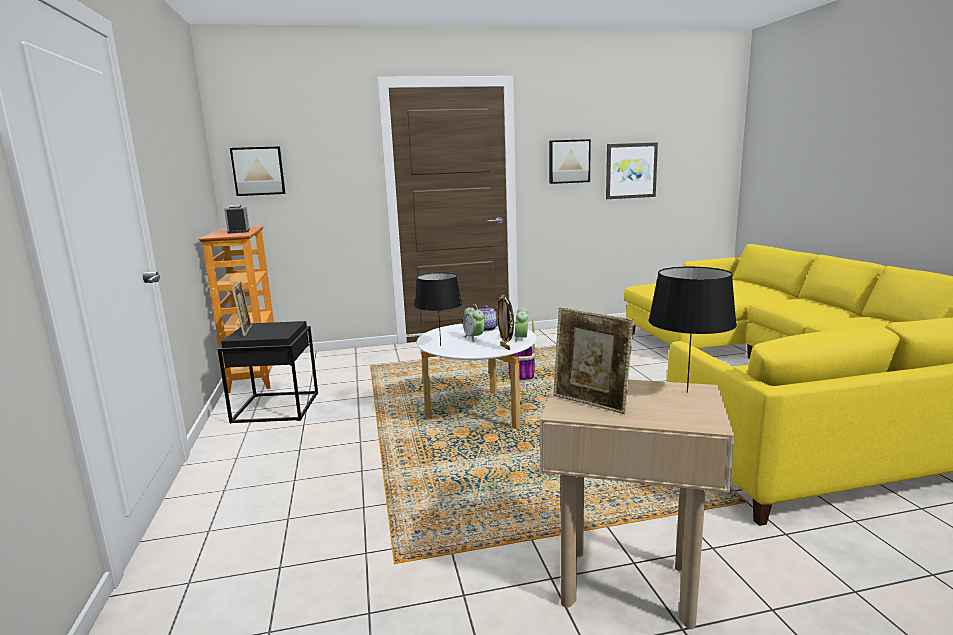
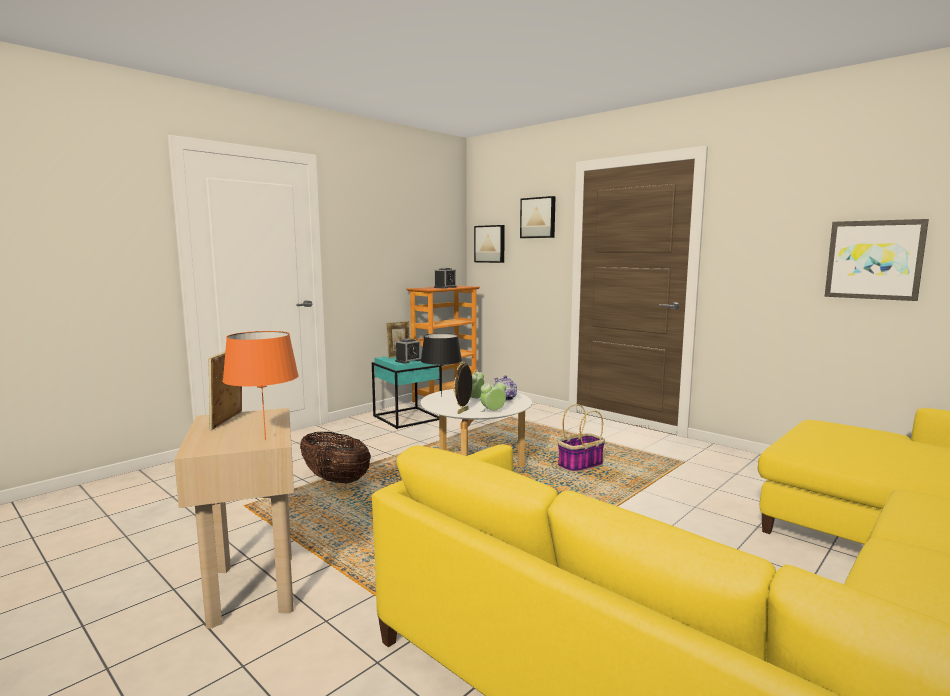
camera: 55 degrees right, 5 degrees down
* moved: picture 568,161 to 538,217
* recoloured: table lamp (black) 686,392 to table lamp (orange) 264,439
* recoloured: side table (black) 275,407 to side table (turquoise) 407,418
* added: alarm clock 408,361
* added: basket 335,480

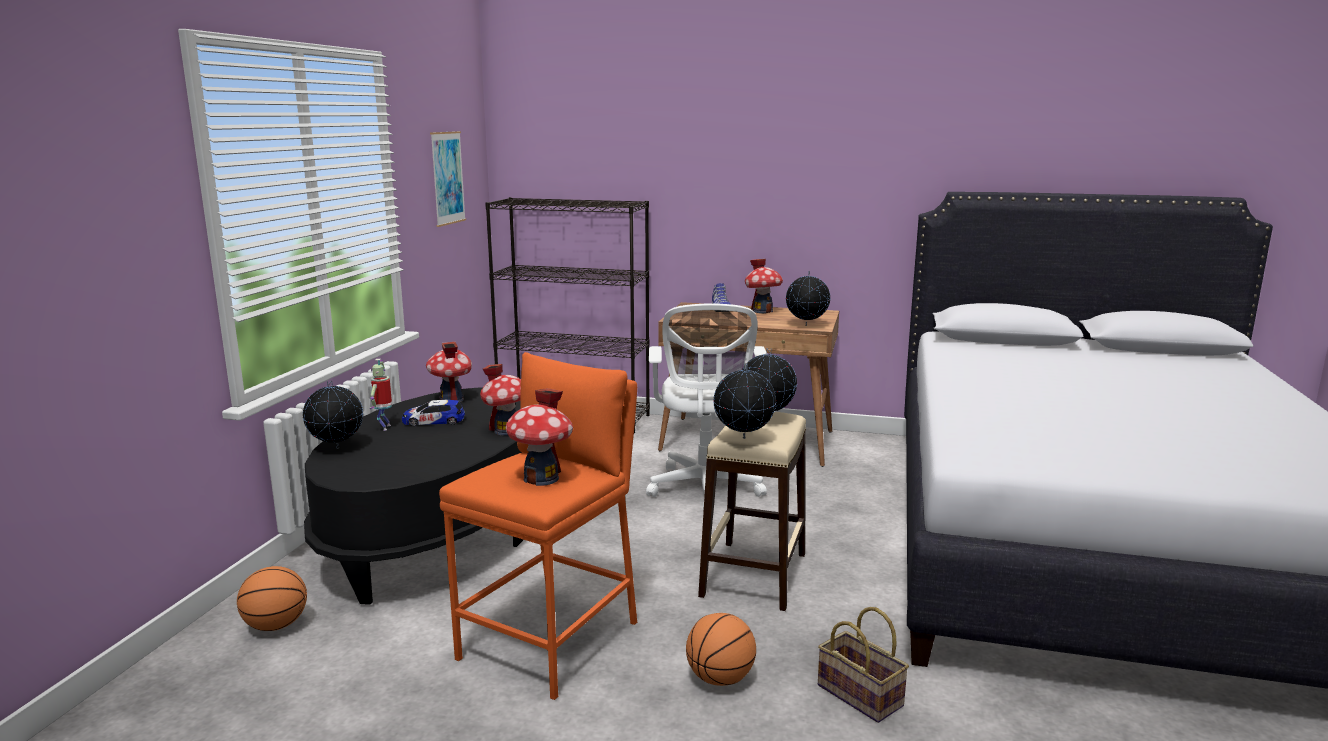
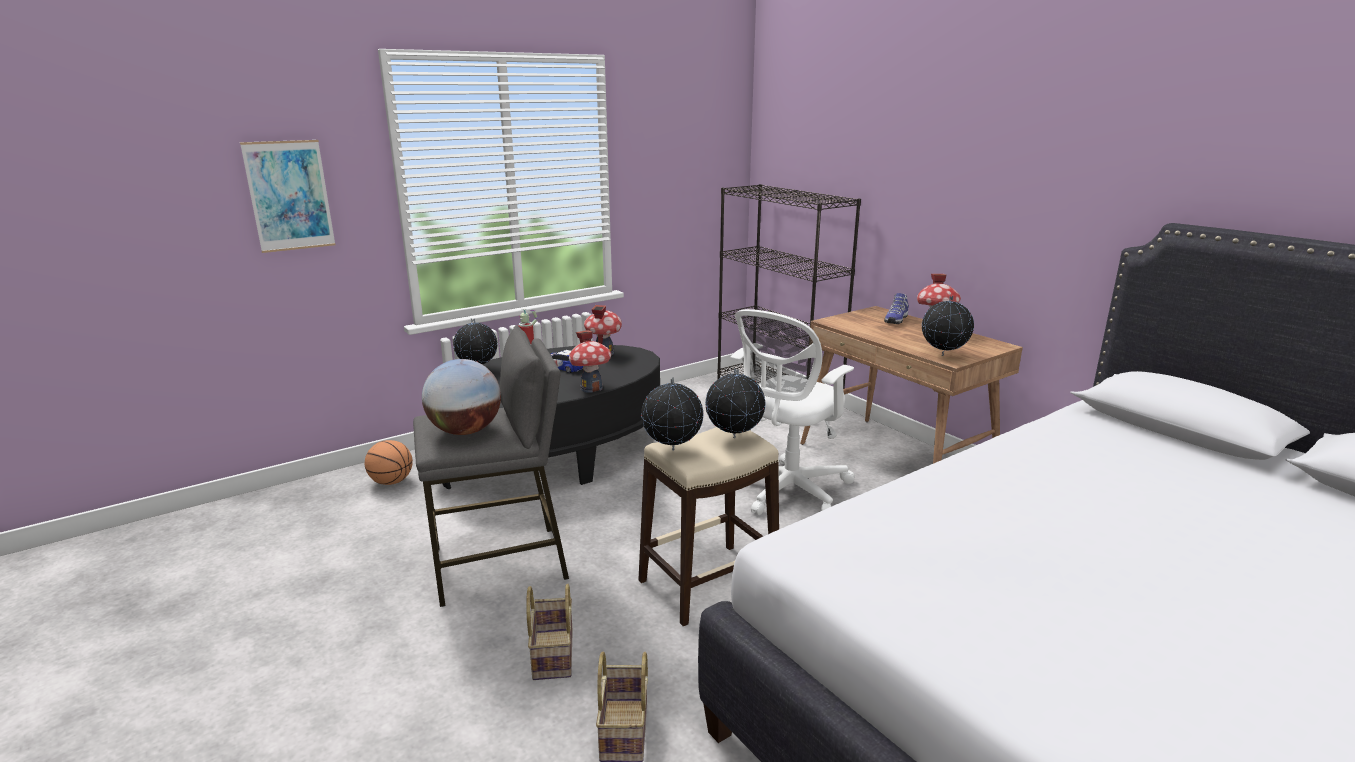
camera: 40 degrees right, 5 degrees up
* moved: picture 447,178 to 289,196
* recoloured: stool (orange) 552,640 to stool (grey) 500,564
* replaced: toy house 541,478 to globe 465,431
* replaced: basketball 720,679 to basket 551,653

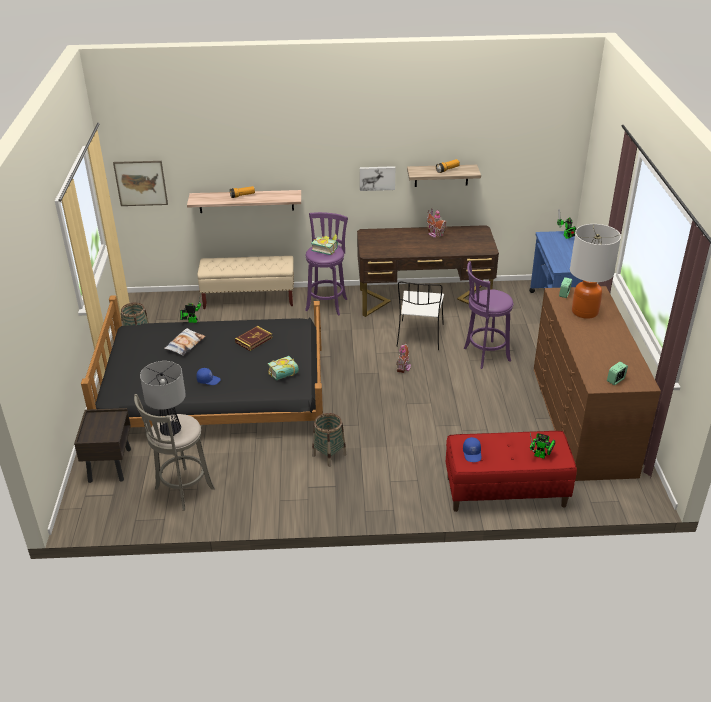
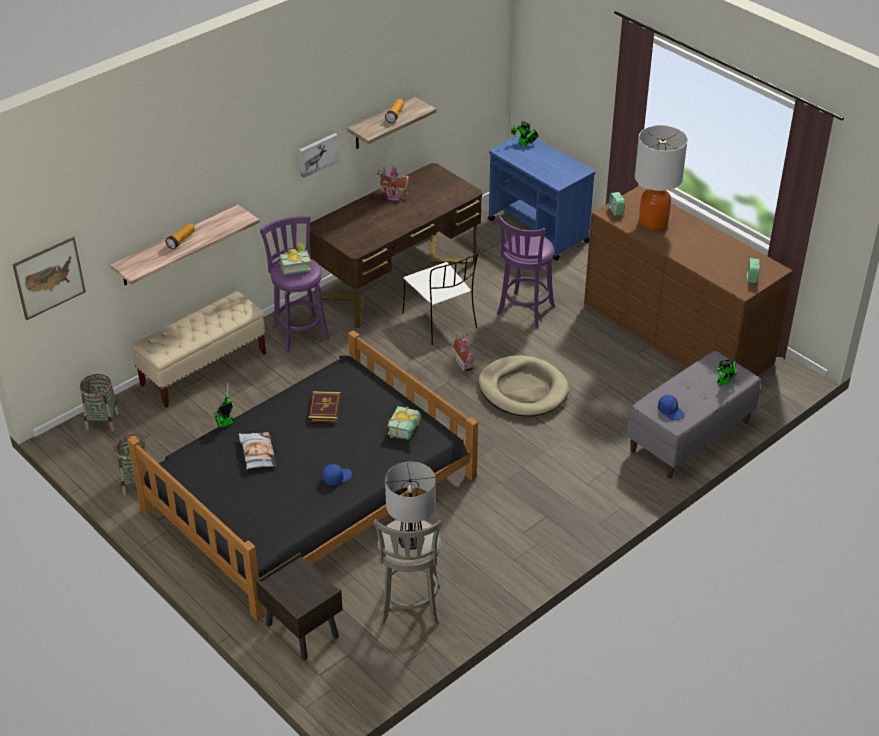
camera: 40 degrees left, 5 degrees up
* moved: basket 329,455 to 102,421
* recoloured: bench (red) 505,492 to bench (grey) 690,436
* added: dog bed (beige) 523,390

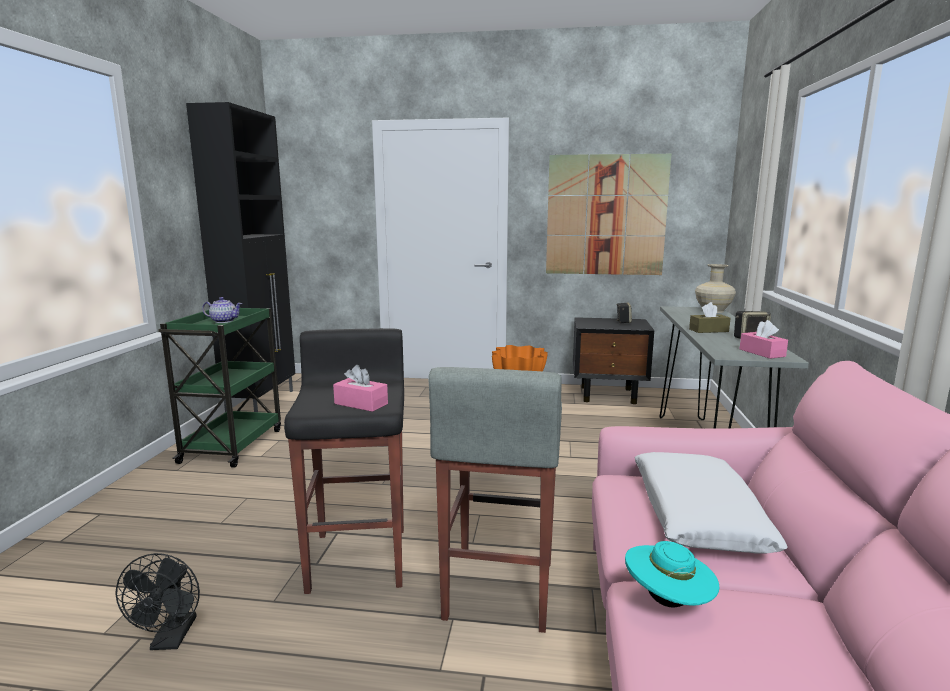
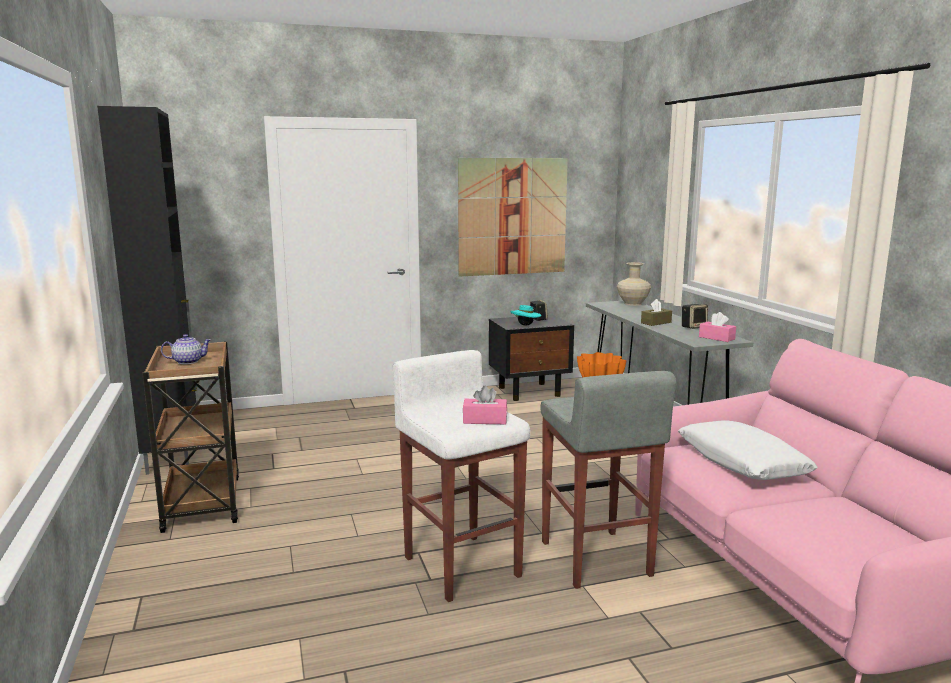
camera: 25 degrees left, 0 degrees up
* recoloured: cart (green) 233,445 to cart (brown) 202,502
* recoloured: stool (black) 360,557 to stool (white) 462,565
* moved: hat (turquoise) 668,602 to 525,325
* removed: fan (black) 171,639

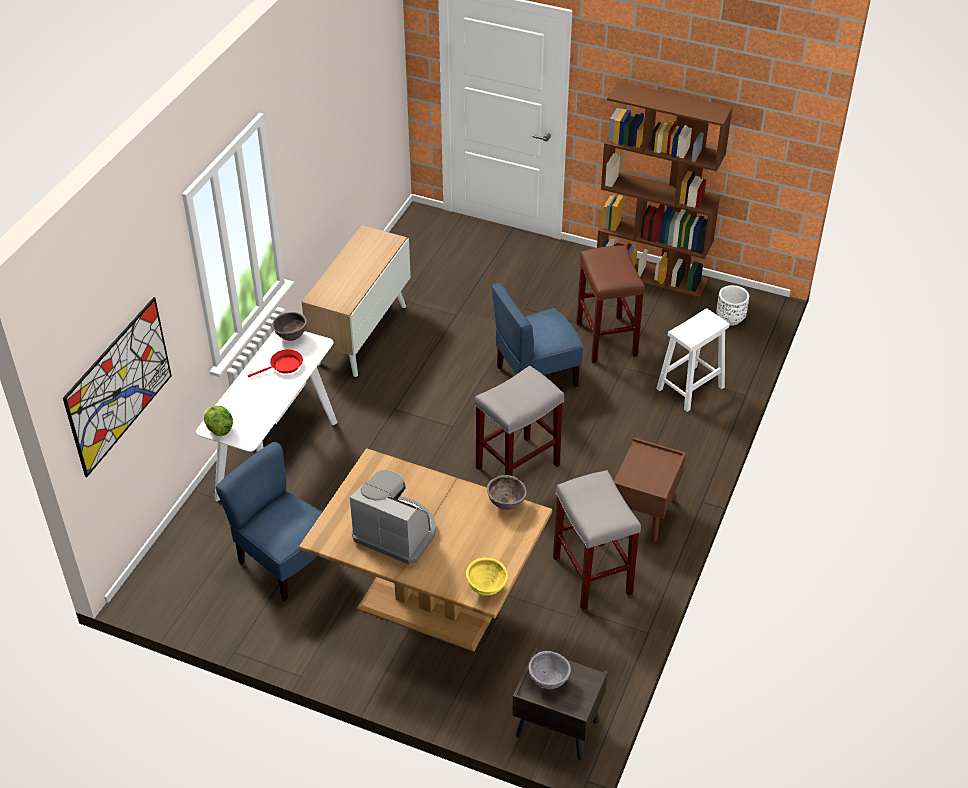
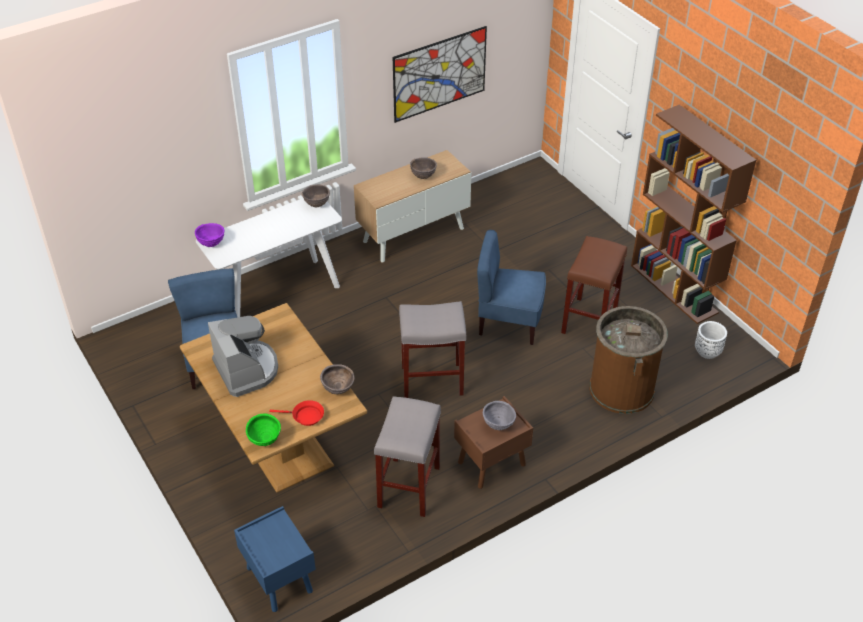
camera: 35 degrees right, 0 degrees up
* moved: picture 119,386 to 439,74
* replaced: stool (white) 691,387 to trash can (brown) 621,389
* moved: frying pan (red) 284,366 to 305,416
* replaced: lettuce 219,429 to bowl (purple) 211,244
* recoloured: bowl (yellow) 486,589 to bowl (green) 264,440
* recoloured: nightstand (brown) 556,728 to nightstand (blue) 279,579
* moved: bowl (grey) 548,681 to 498,425
* added: bowl (brown) 423,176

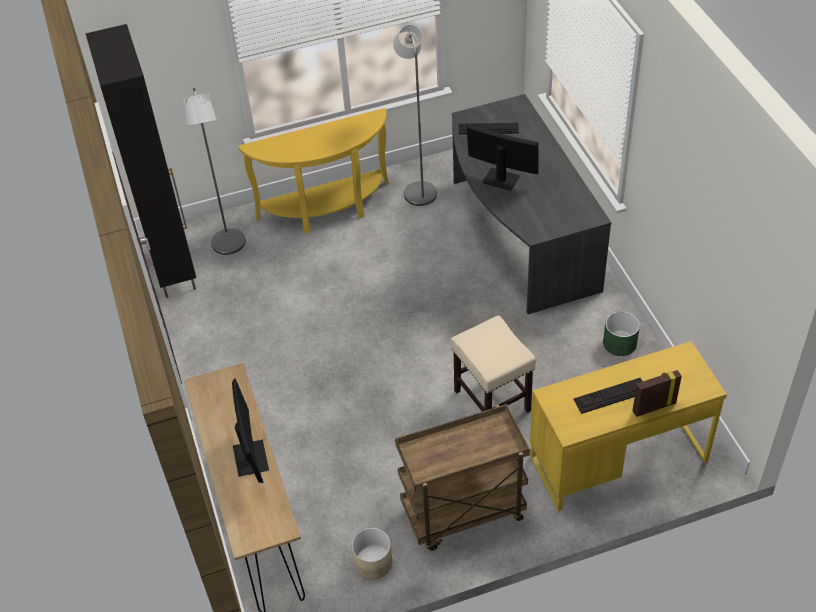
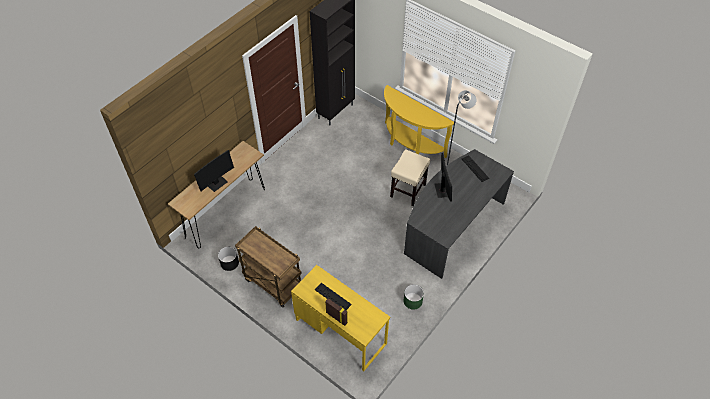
camera: 55 degrees right, 5 degrees up
* removed: floor lamp (grey) 229,247
* moved: stool (beige) 491,400 to 408,190
* recoloured: planter (beige) 373,562 to planter (black) 229,263

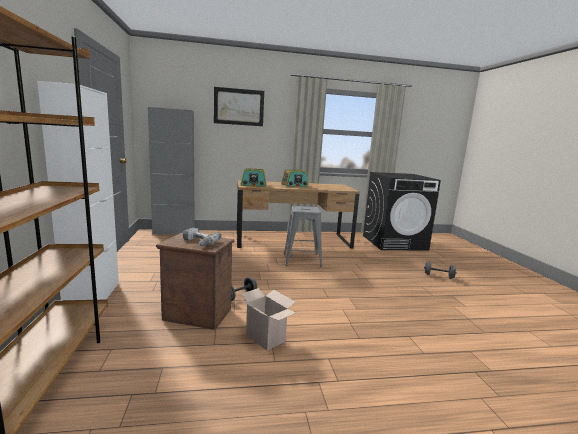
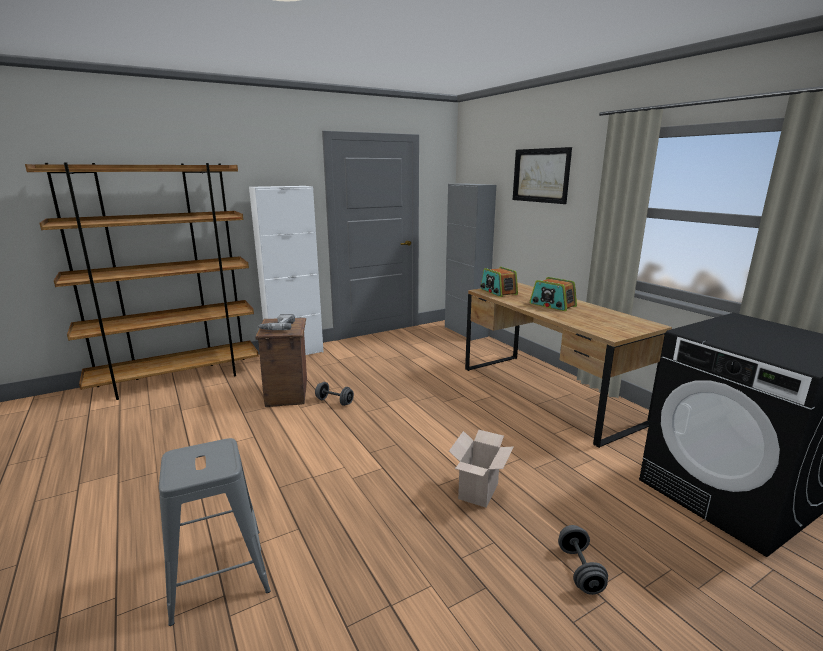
camera: 70 degrees right, 5 degrees up
* moved: stool (grey) 302,260 to 219,573
* moved: cardboard box 267,338 to 479,492

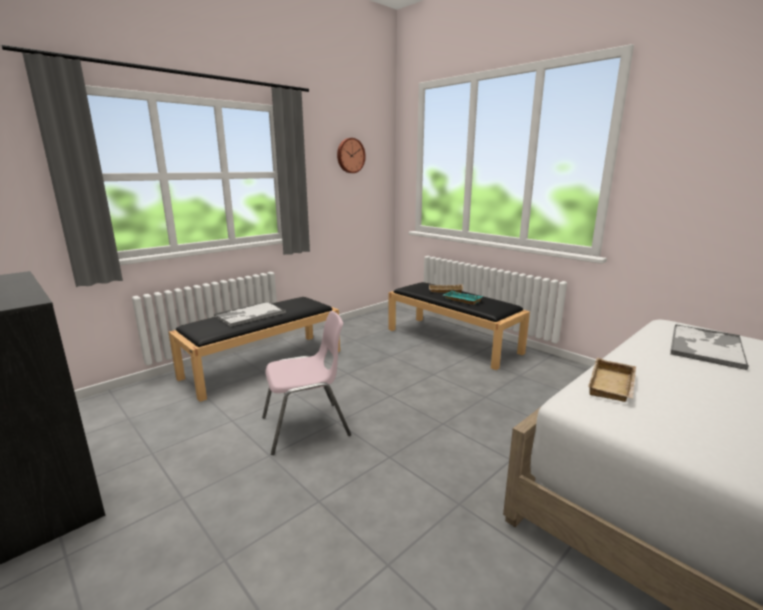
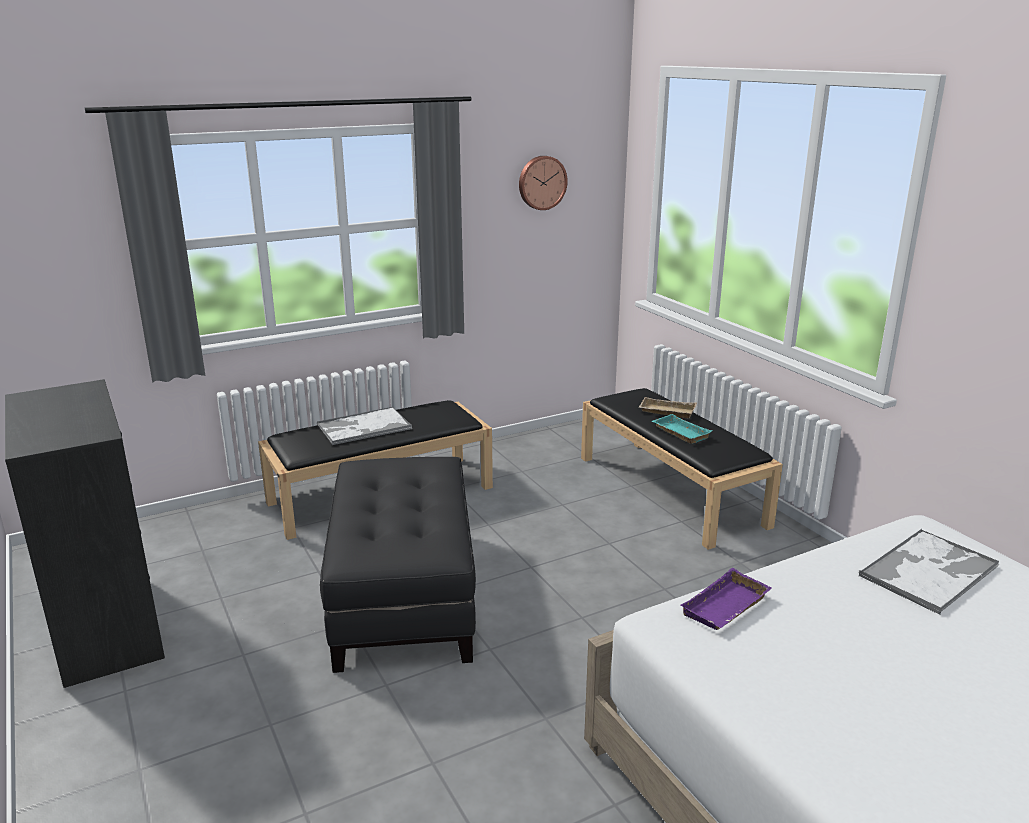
camera: 15 degrees right, 5 degrees up
* replaced: chair (pink) 307,427 to ottoman (black) 405,594
* recoloured: tray (beige) 613,386 to tray (purple) 726,608

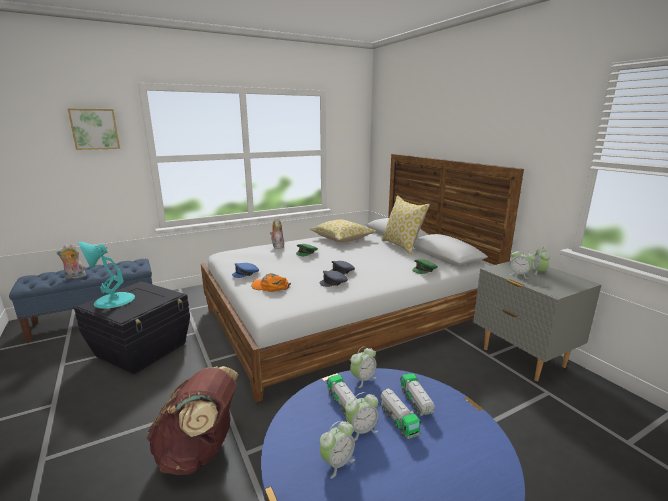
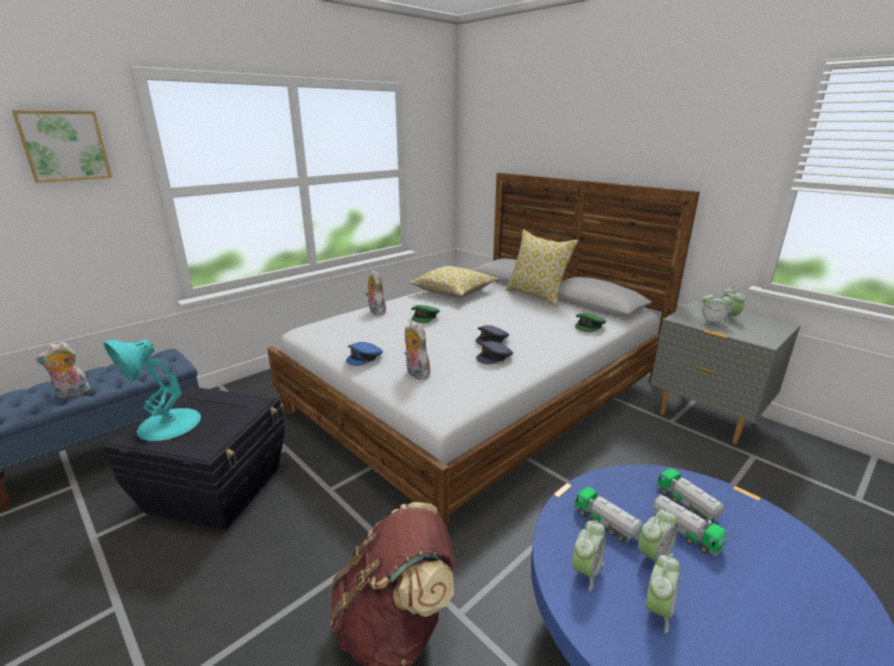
camera: 15 degrees left, 5 degrees up
* replaced: cap (orange) 271,286 to plush toy 415,373
* moved: alarm clock 363,379 to 586,571

